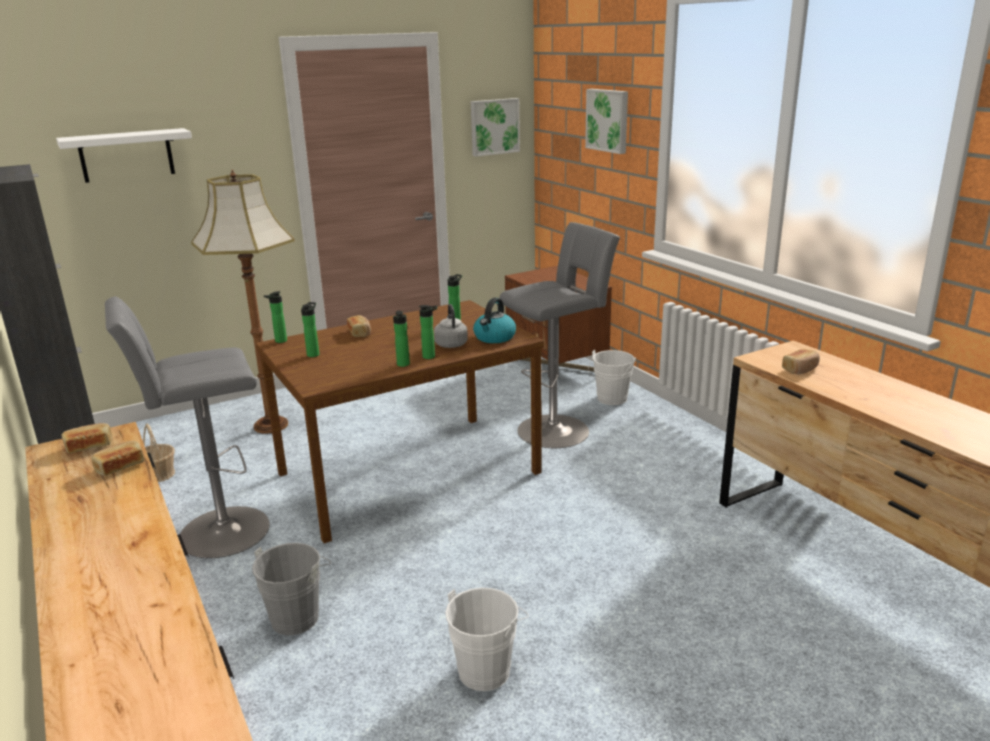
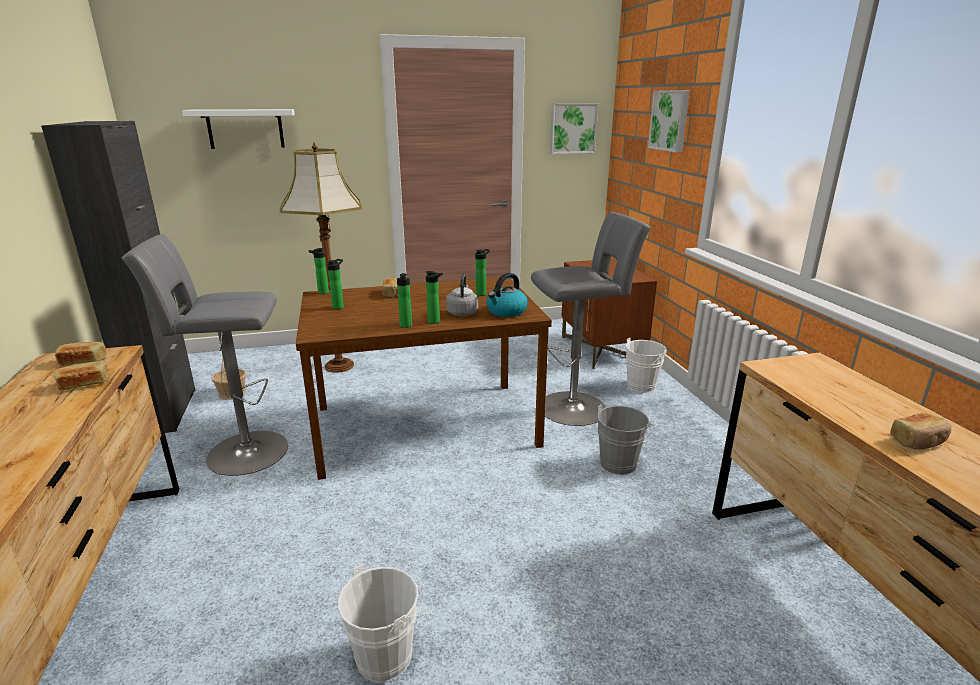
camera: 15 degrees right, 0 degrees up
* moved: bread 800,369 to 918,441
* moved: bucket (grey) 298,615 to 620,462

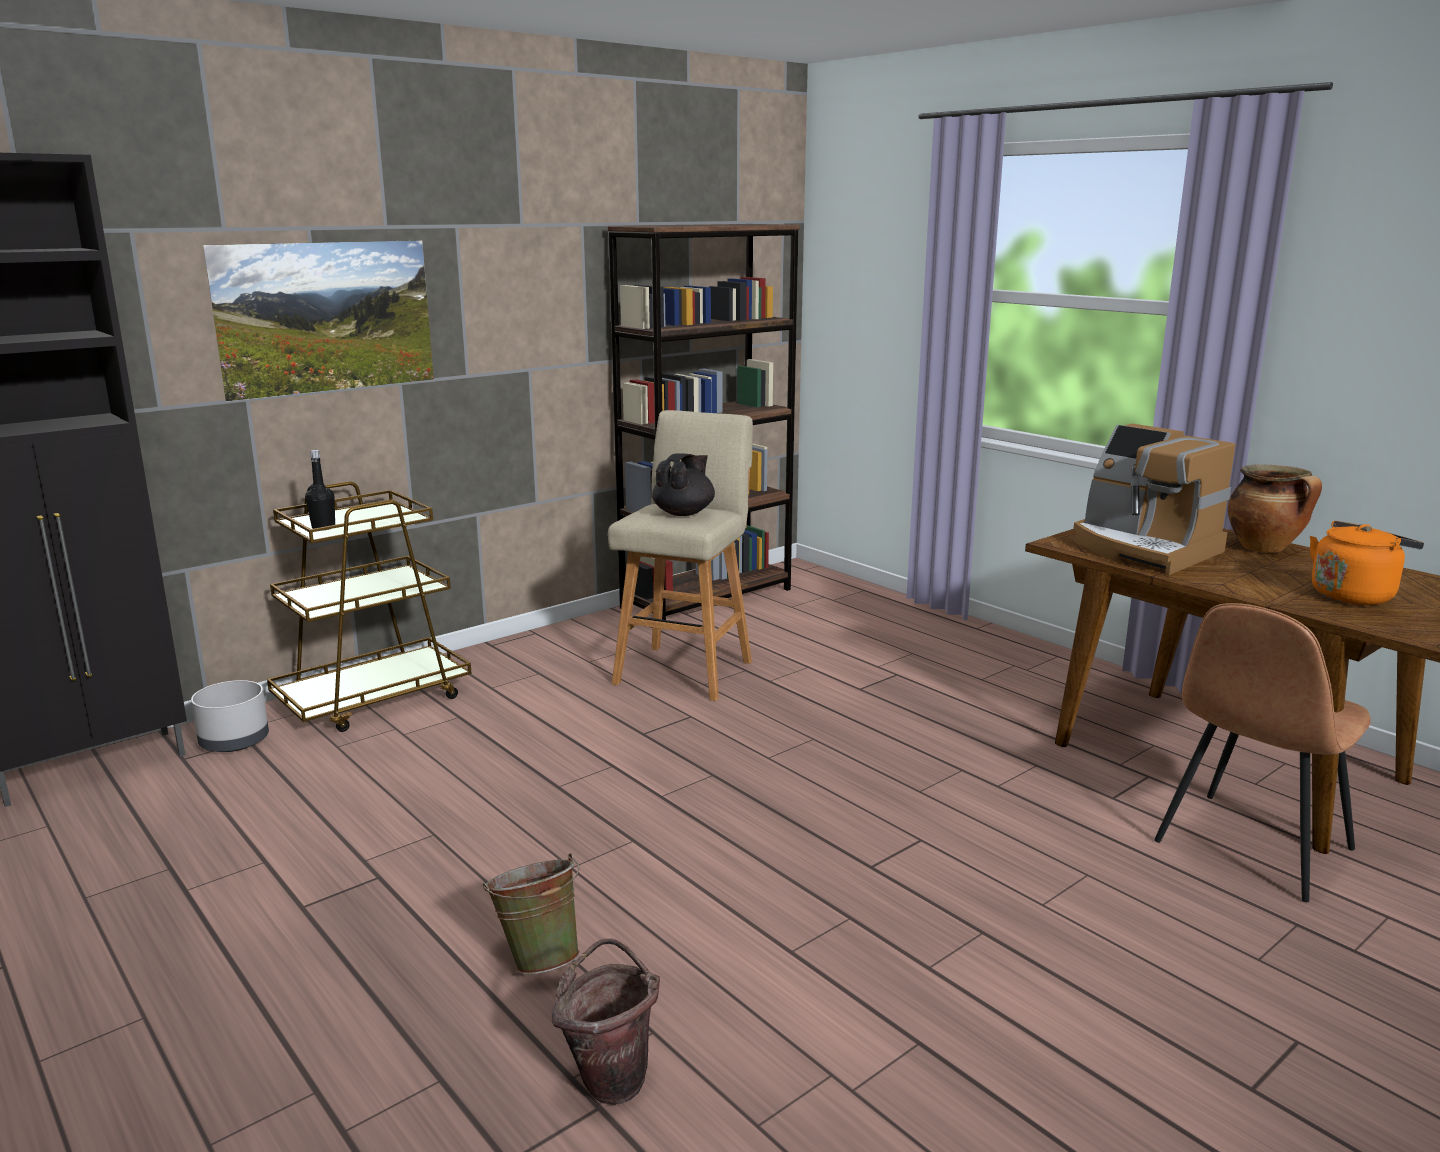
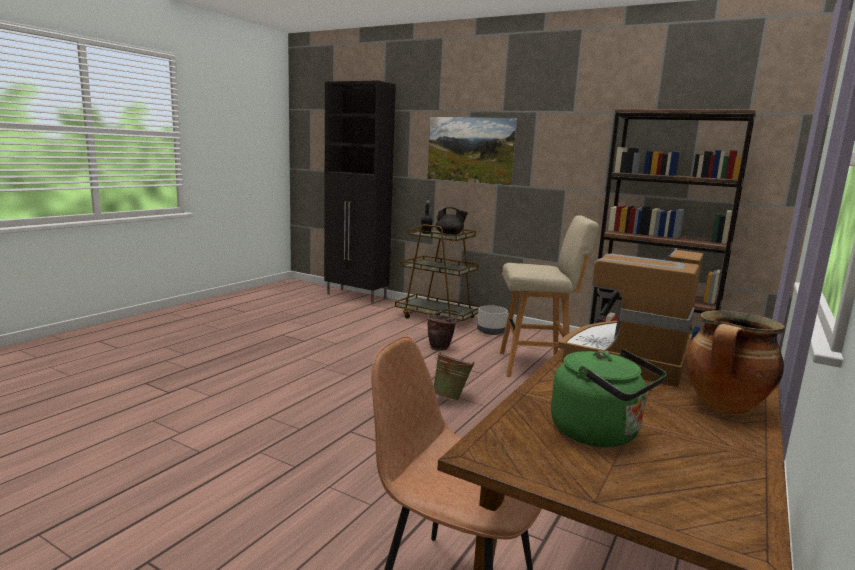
camera: 70 degrees right, 5 degrees down
* moved: teapot (black) 684,513 to 450,235
* recoloured: kettle (orange) 1354,595 to kettle (green) 600,434
* moved: planter (grey) 235,742 to 491,332
* moved: bucket (green) 539,958 to 451,398
* moved: bucket (brown) 611,1076 to 441,348

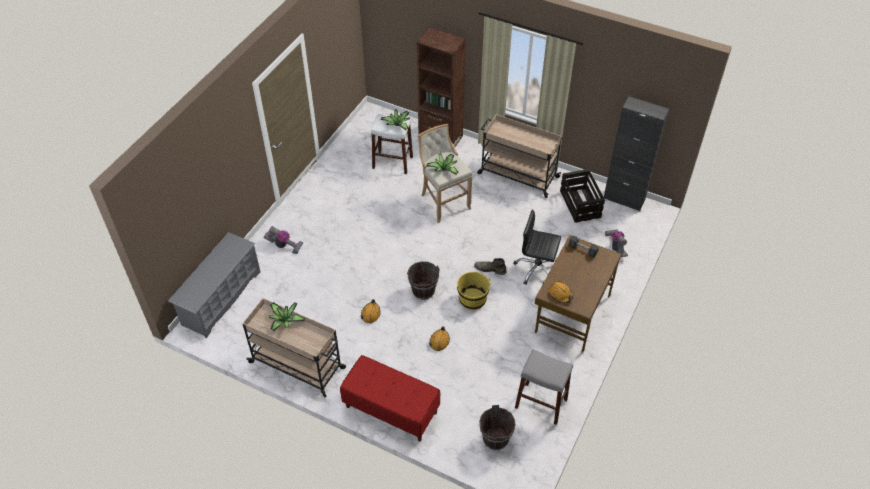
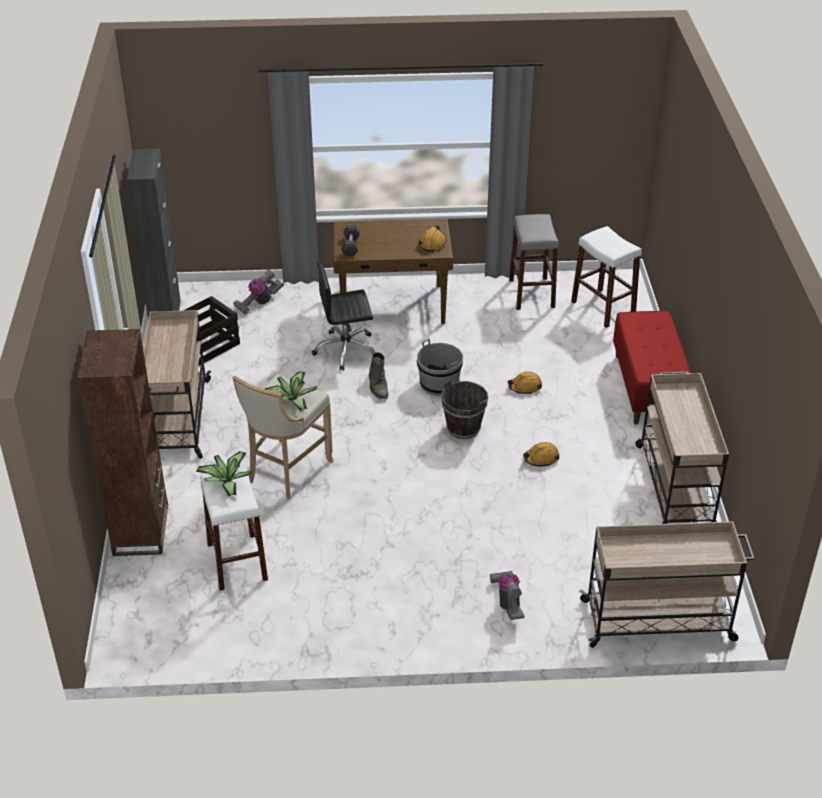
camera: 120 degrees left, 10 degrees down
* turned: office chair (black) 537,269 = 346,350 90 degrees clockwise
* replaced: shoe rack (grey) 221,298 to cart (beige) 659,620
* recoloured: bucket (yellow) 472,299 to bucket (grey) 439,384
* removed: potted plant 285,321
* replaced: bucket (brown) 495,439 to stool (white) 603,308

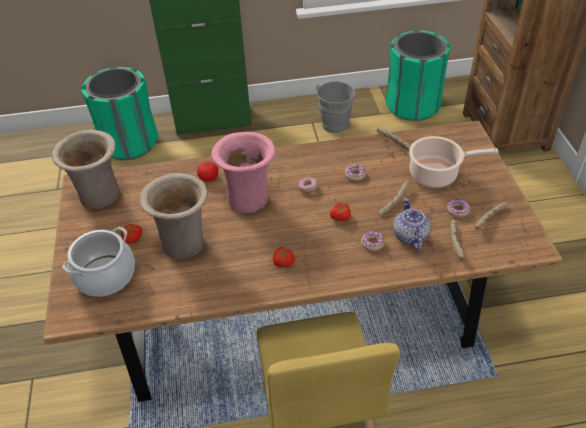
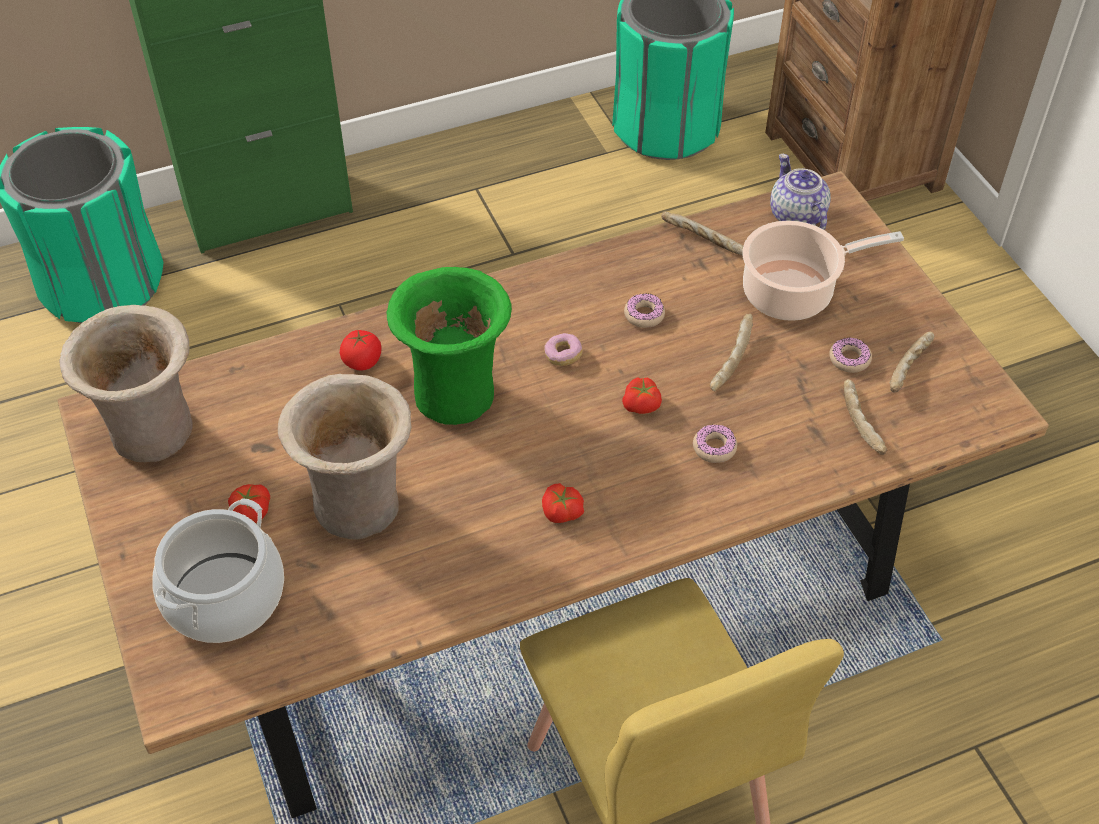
camera: 15 degrees left, 5 degrees up
* removed: bucket (grey) 333,126
* recoloured: vase (pink) 248,198 to vase (green) 454,394
* moved: teapot 409,236 to 796,216

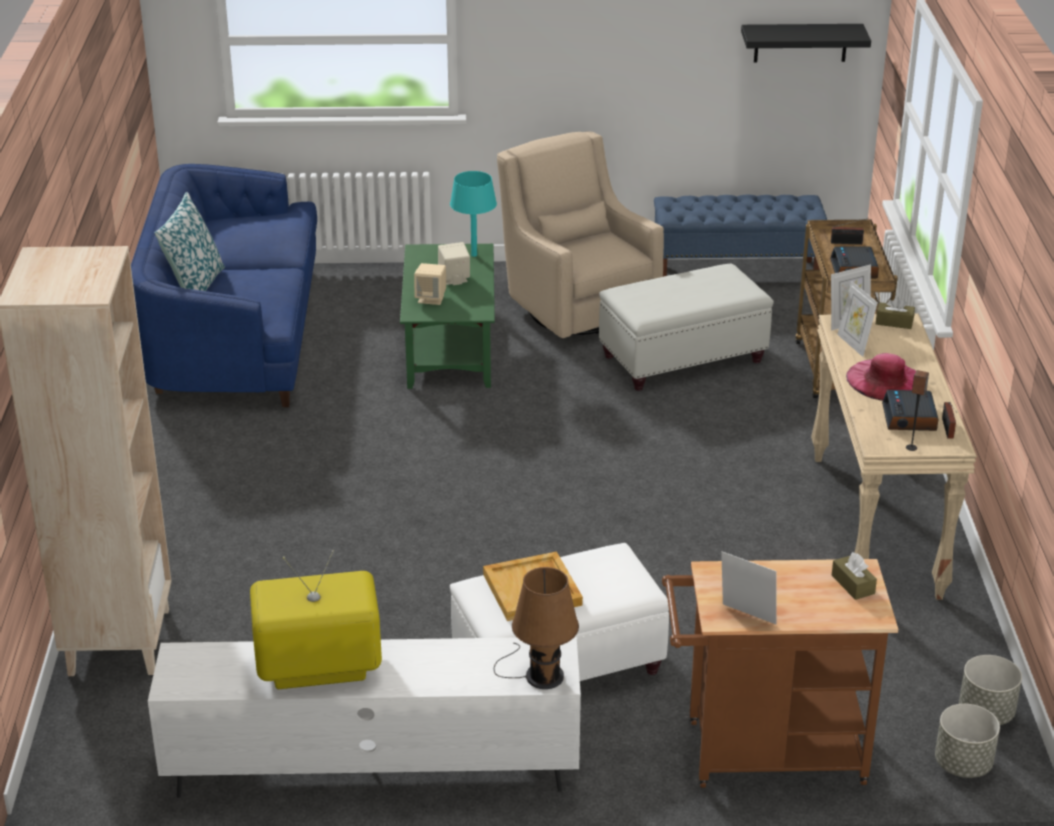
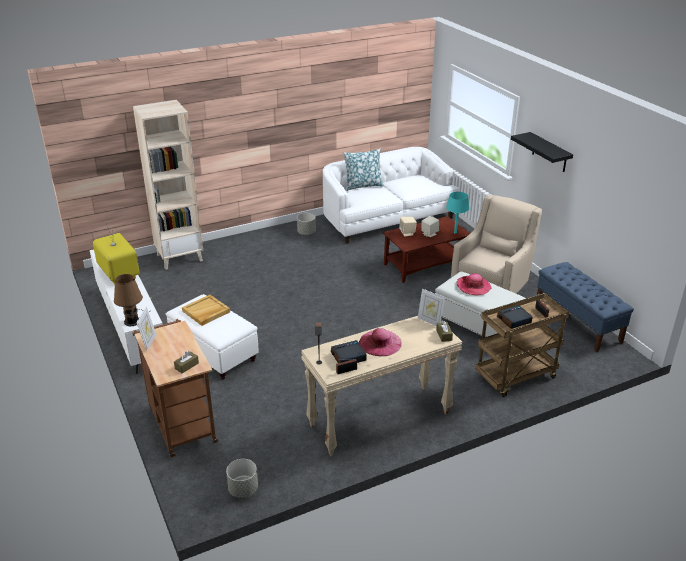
camera: 65 degrees right, 0 degrees up
* moved: shelf (black) 800,42 to 549,152
* recoloured: sofa (blue) 236,335 to sofa (white) 387,218
* recoloured: coffee table (green) 449,347 to coffee table (brown) 425,264
* removed: picture frame 854,344
* moved: planter (grey) 963,764 to 306,232
* added: hat 473,287

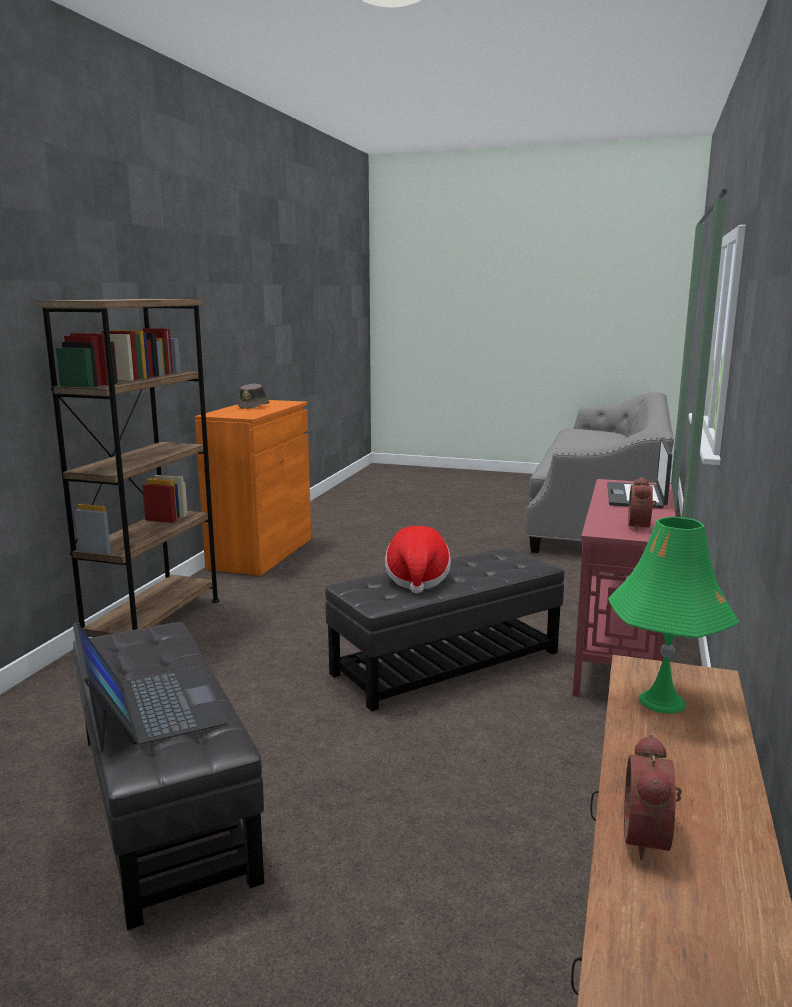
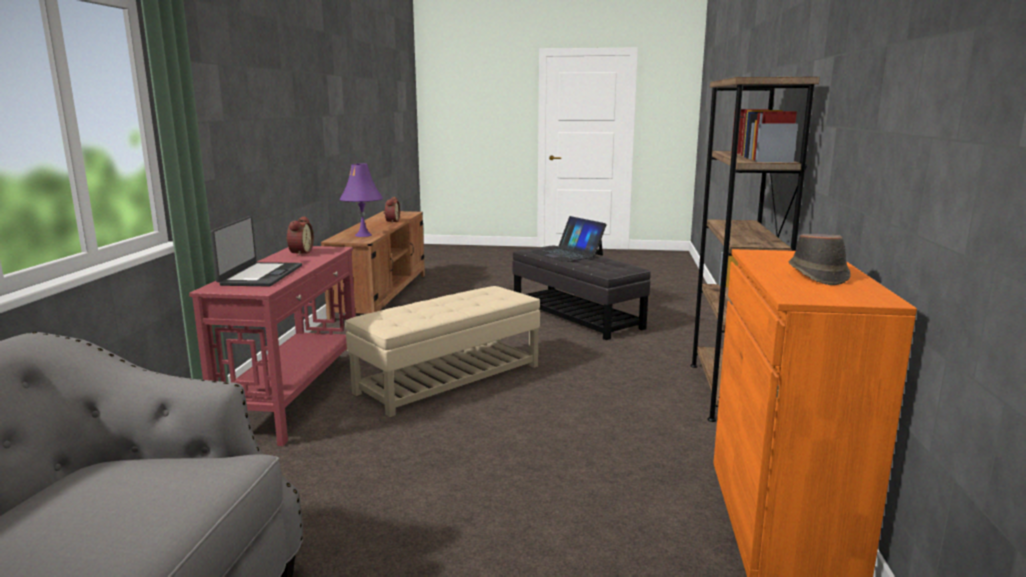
camera: 170 degrees right, 0 degrees up
* recoloured: table lamp (green) 662,702 to table lamp (purple) 363,235
* removed: hat 417,579
* recoloured: ottoman (black) 447,663 to ottoman (beige) 449,379

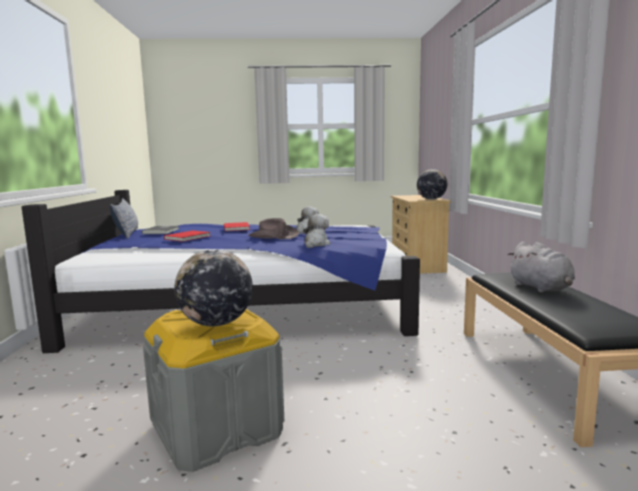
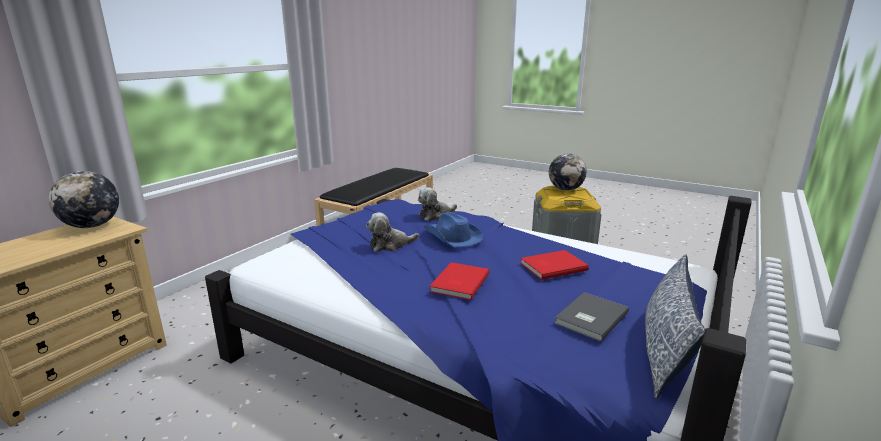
camera: 145 degrees left, 10 degrees up
* recoloured: hat (brown) 273,236 to hat (blue) 452,237
* removed: plush toy (grey) 541,288

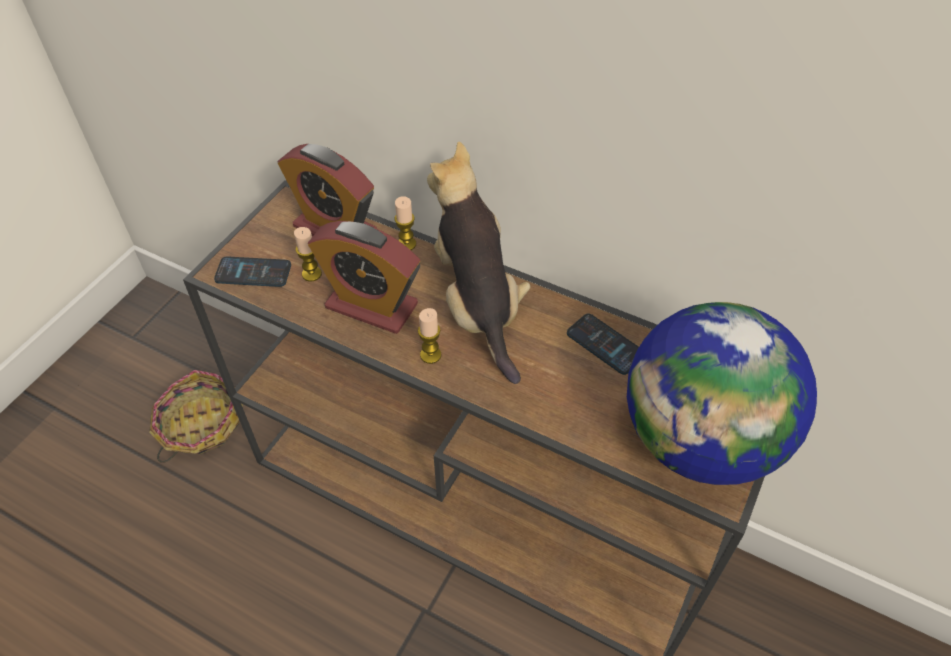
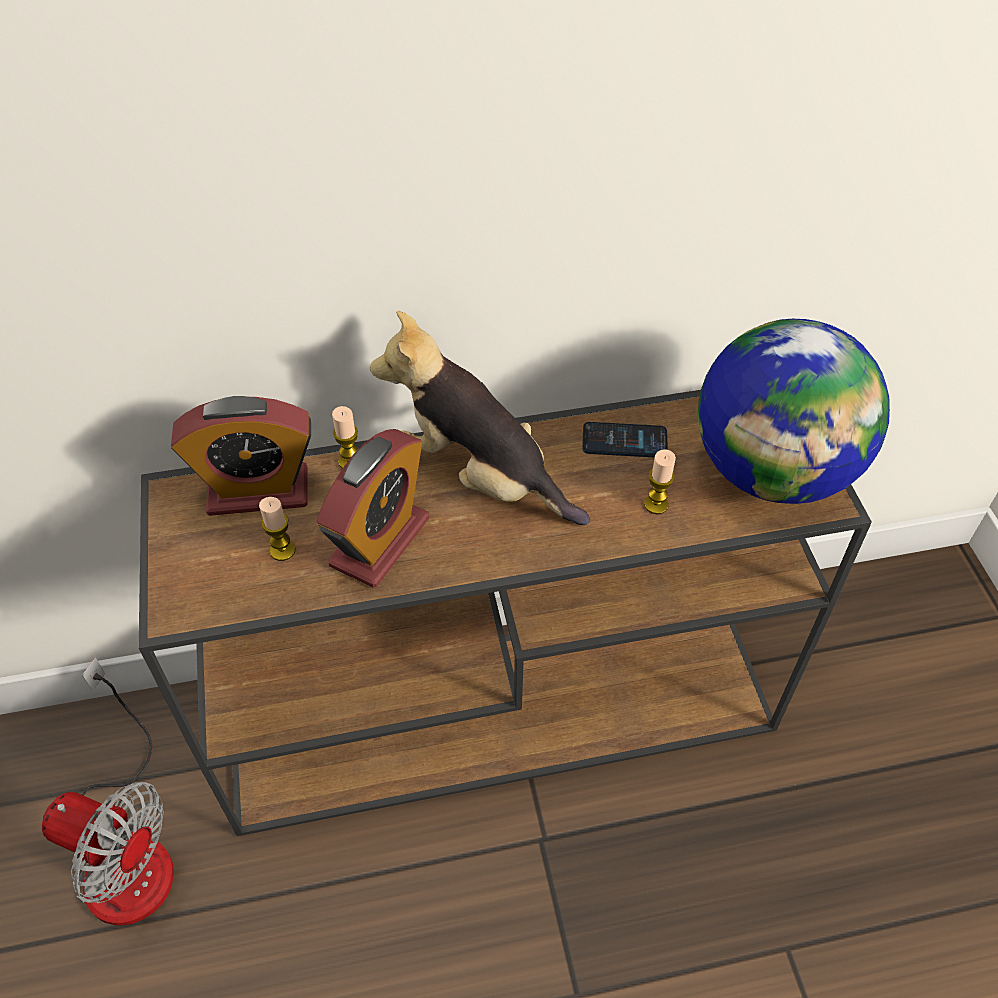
camera: 40 degrees left, 0 degrees up
* turned: alarm clock 371,306 = 380,542 45 degrees counterclockwise
* removed: phone 253,273
* moved: candle 430,355 to 656,504
* replaced: basket 200,425 to fan 128,847

